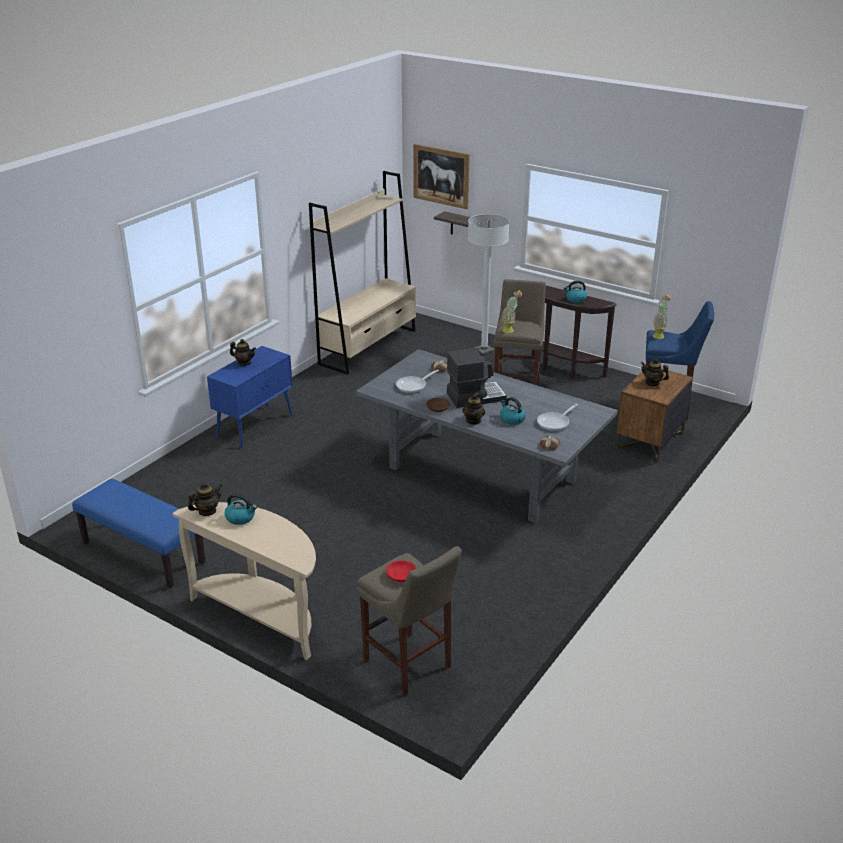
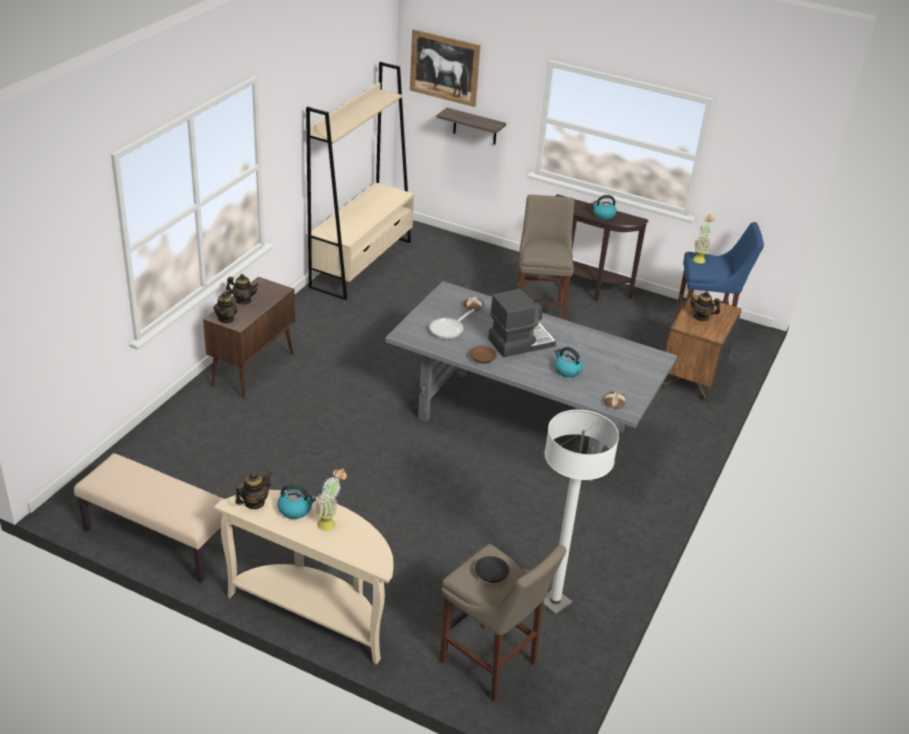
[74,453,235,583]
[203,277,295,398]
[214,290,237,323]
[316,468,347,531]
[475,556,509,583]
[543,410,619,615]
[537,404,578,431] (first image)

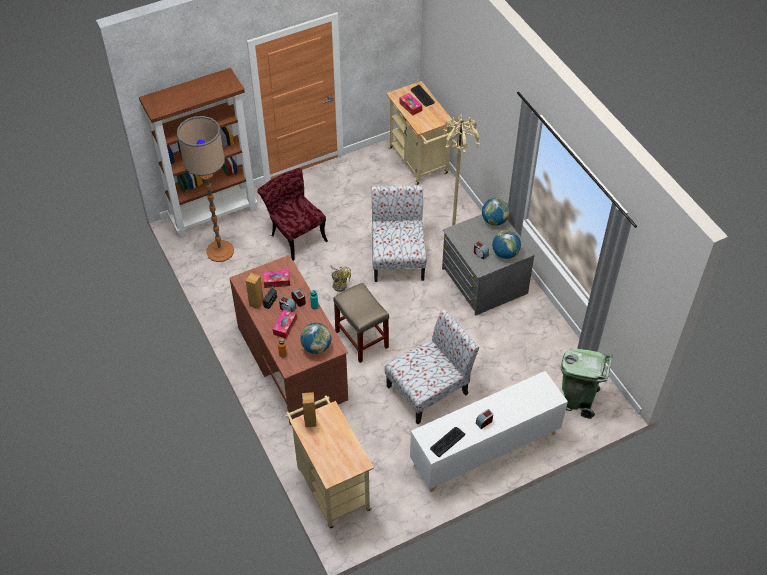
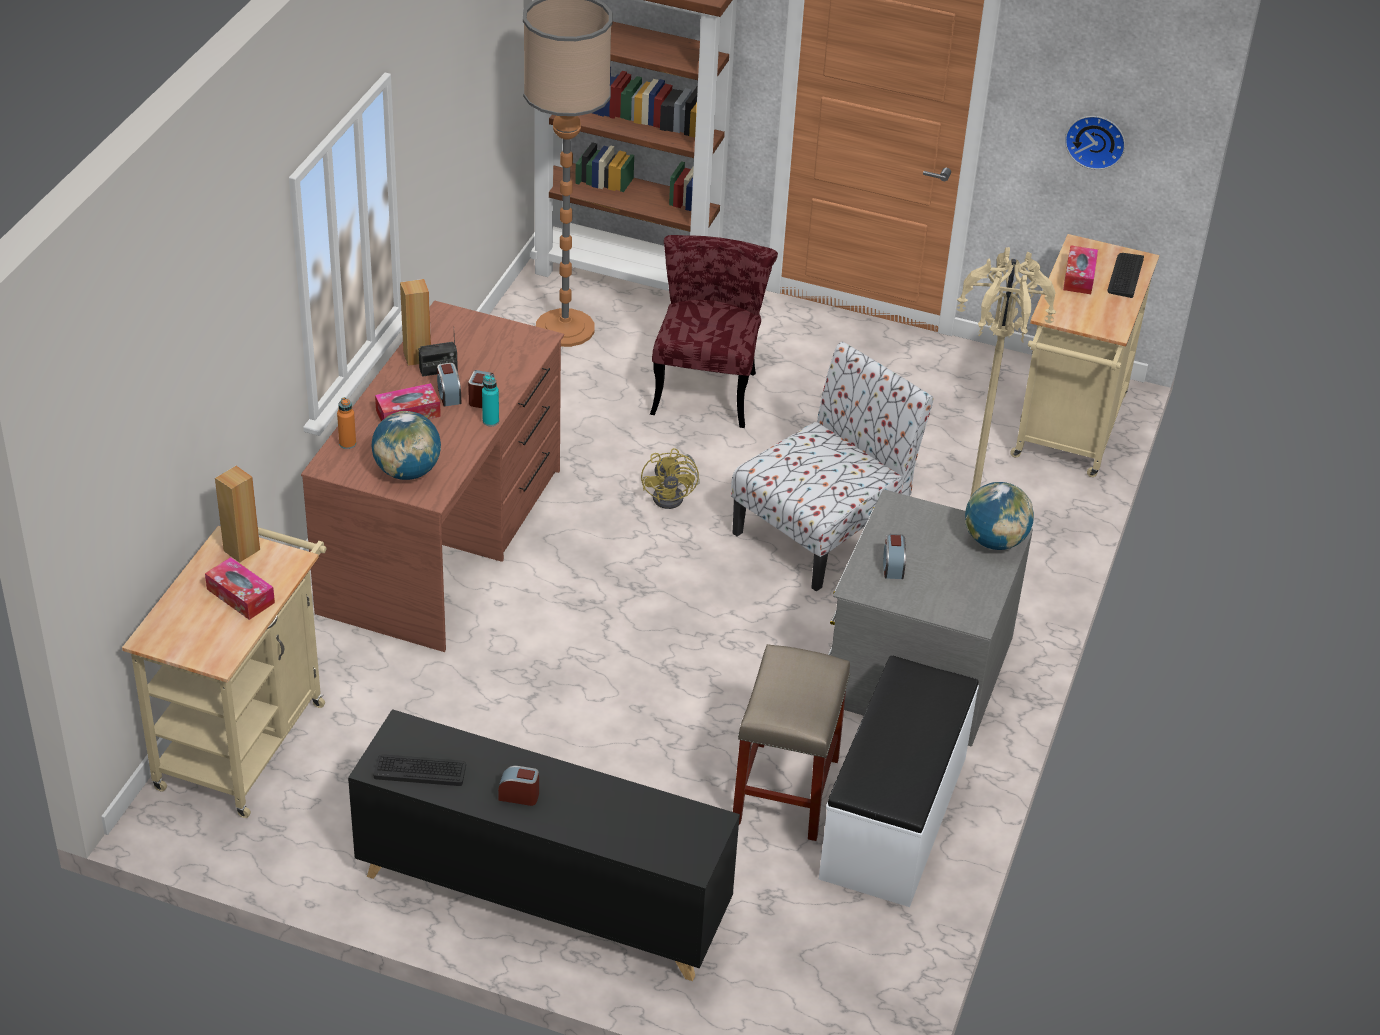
[205,557,275,620]
[348,709,740,981]
[733,644,850,841]
[819,655,979,907]
[1065,116,1125,170]
[385,309,479,425] (first image)
[492,230,521,259] (first image)
[561,348,612,419] (first image)

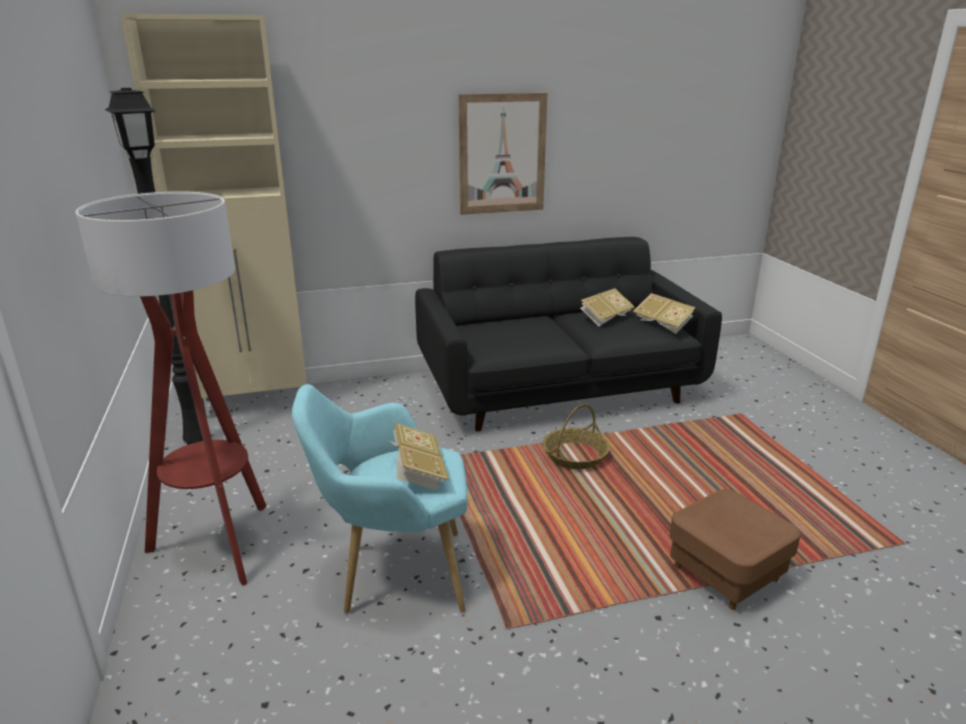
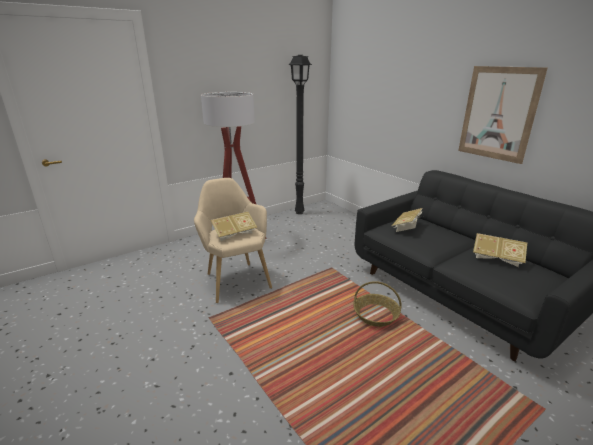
[194,178,272,303]
[392,208,422,232]
[121,14,307,418] (first image)
[670,489,801,610] (first image)

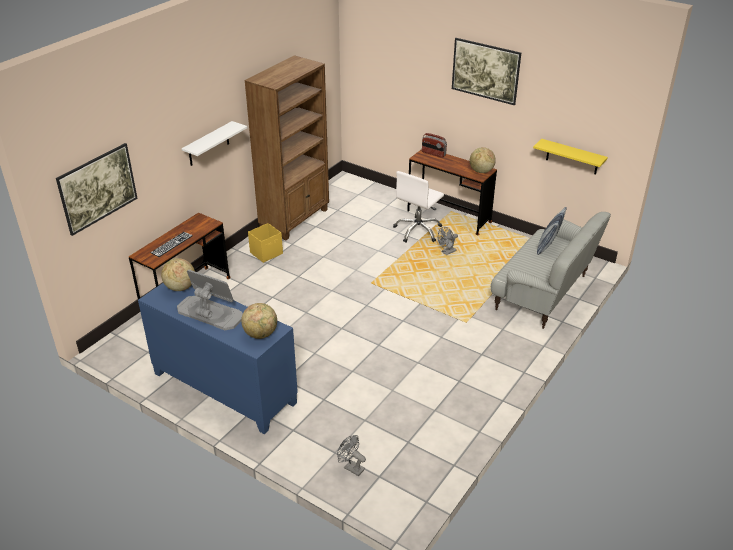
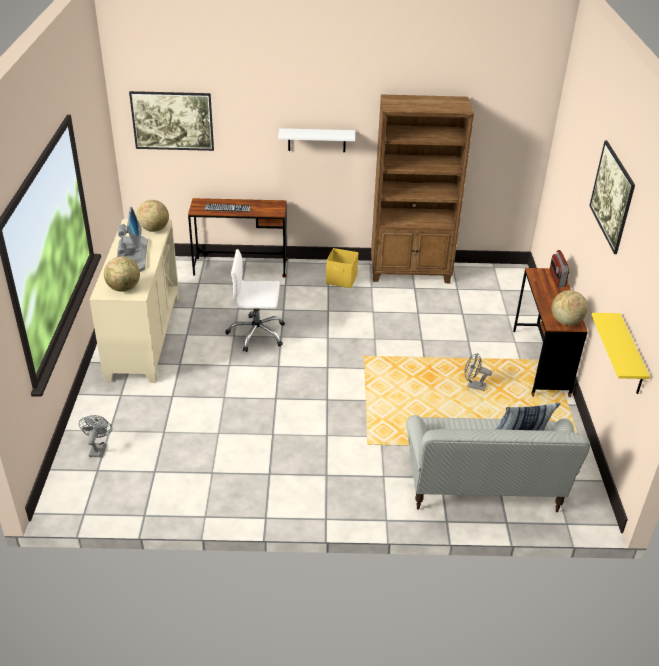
[89,219,178,383]
[225,249,285,352]

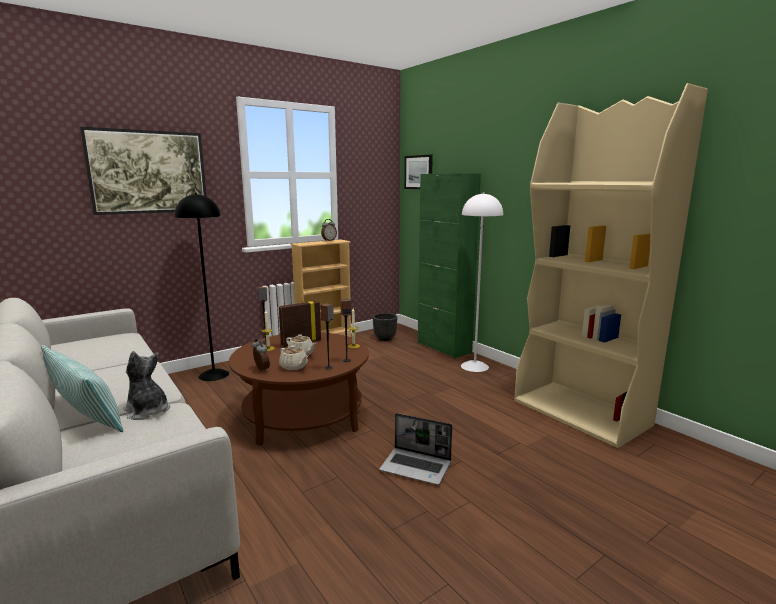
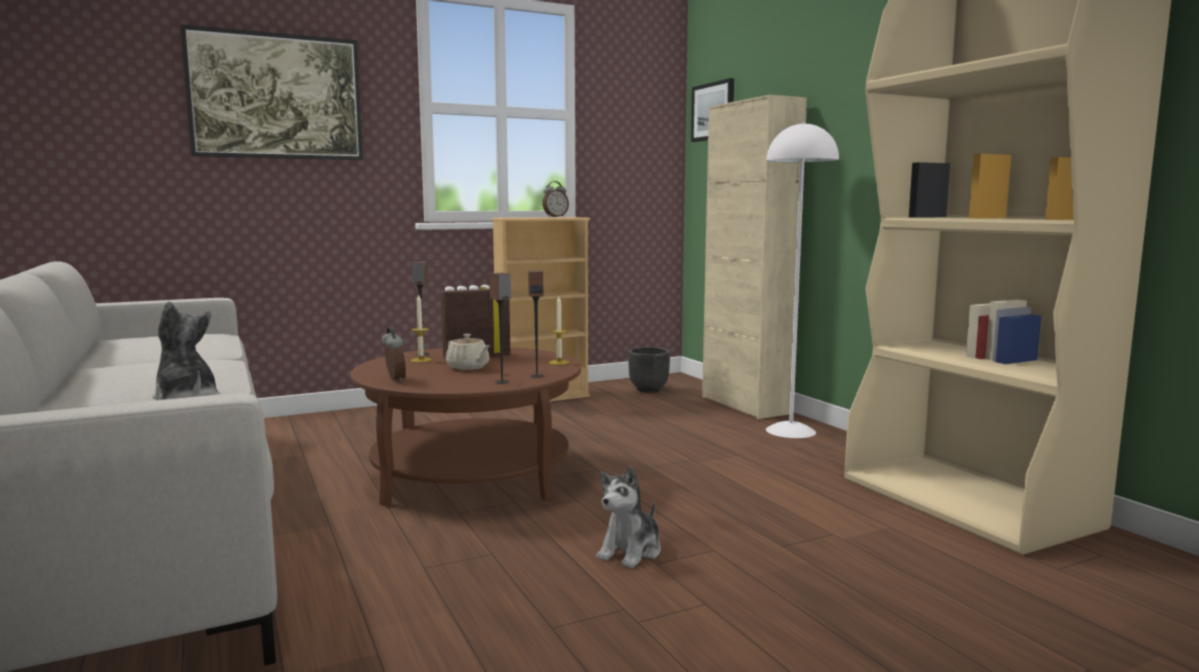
[596,466,661,568]
[702,95,807,419]
[41,345,123,432] (first image)
[175,193,229,381] (first image)
[279,346,308,370] (first image)

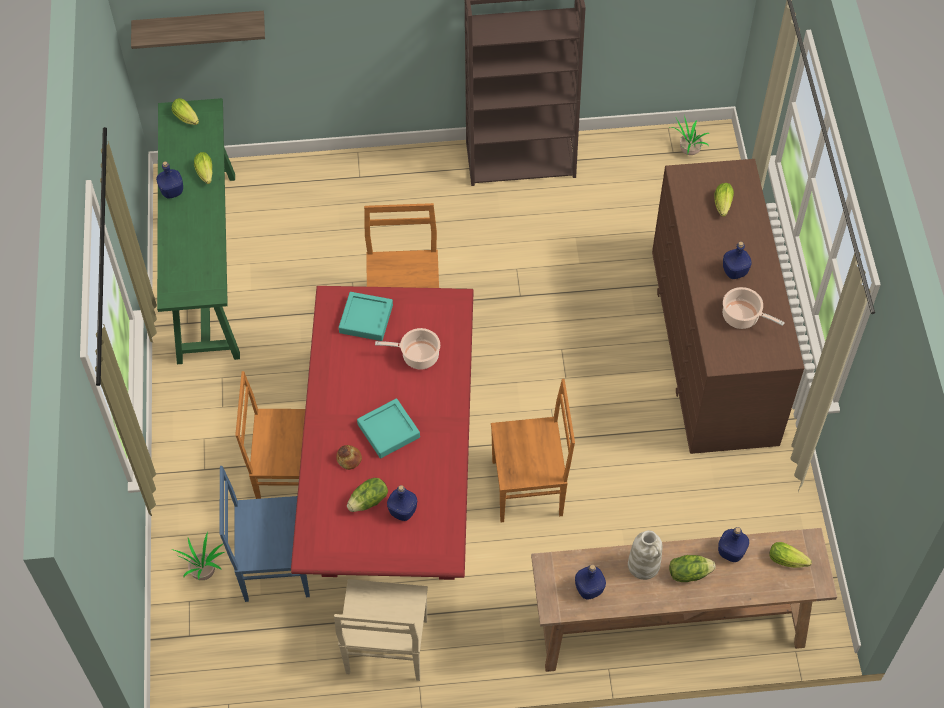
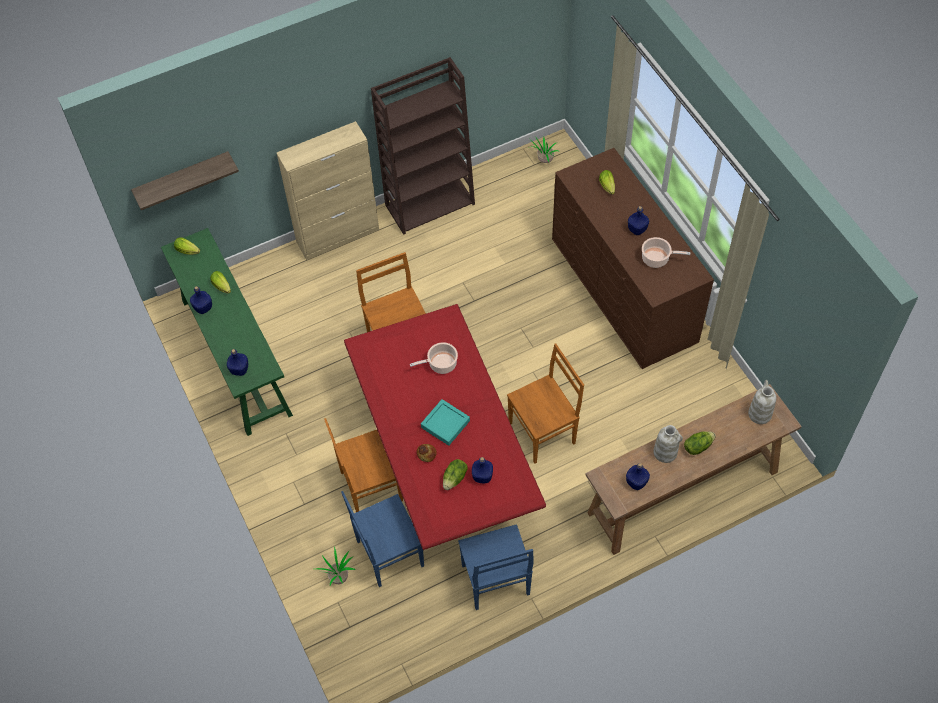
[227,349,248,376]
[277,121,379,260]
[458,524,534,610]
[748,380,776,424]
[339,292,393,341] (first image)

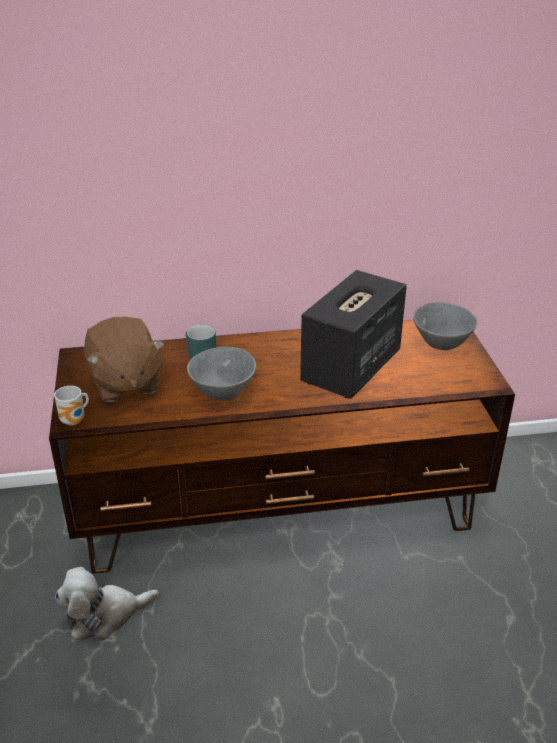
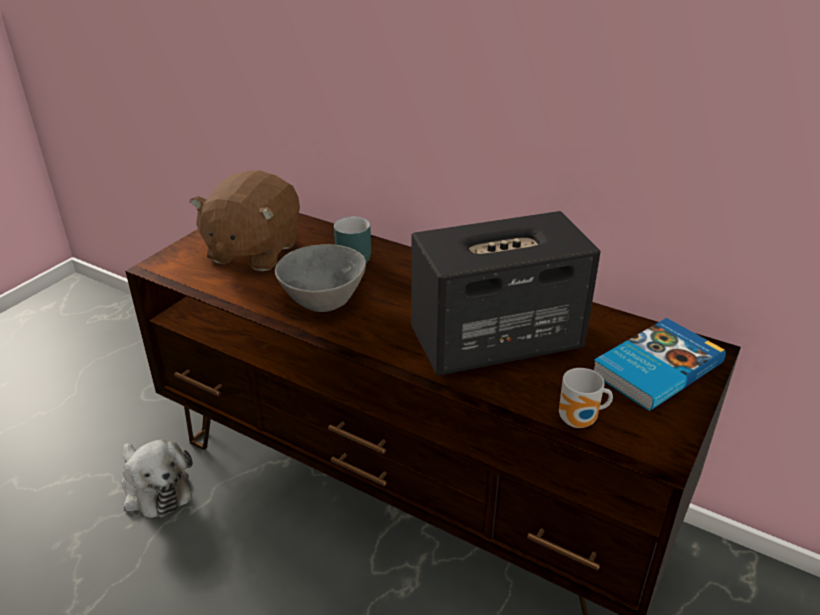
[122,439,193,518]
[559,368,613,428]
[593,318,726,411]

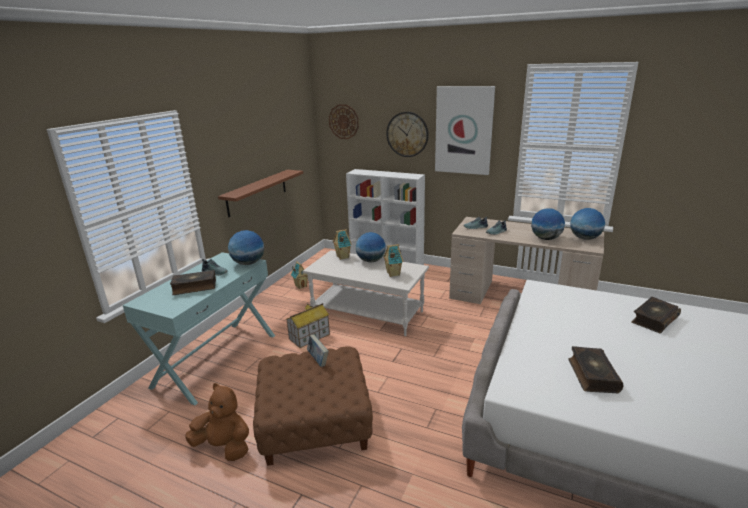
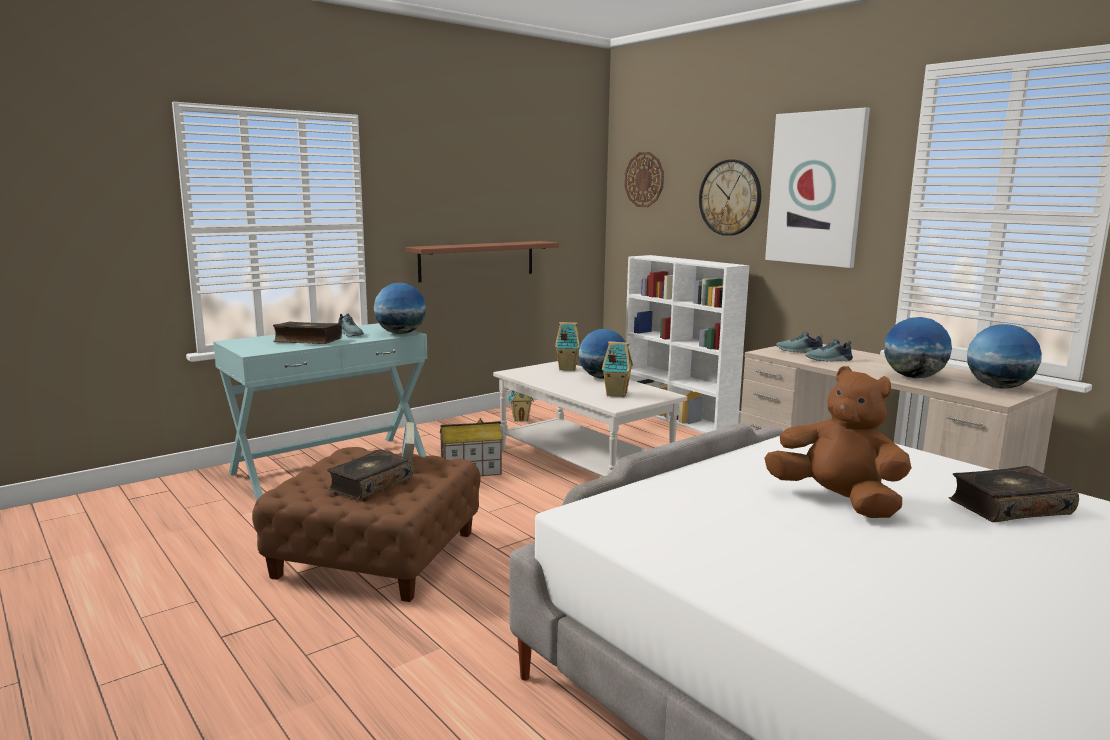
[327,449,414,500]
[764,366,911,518]

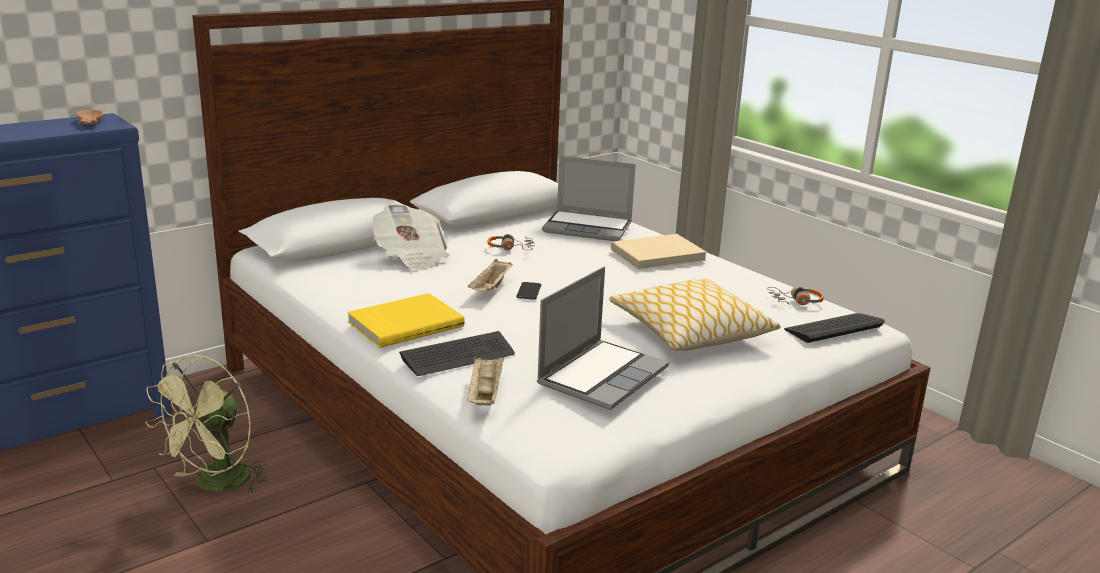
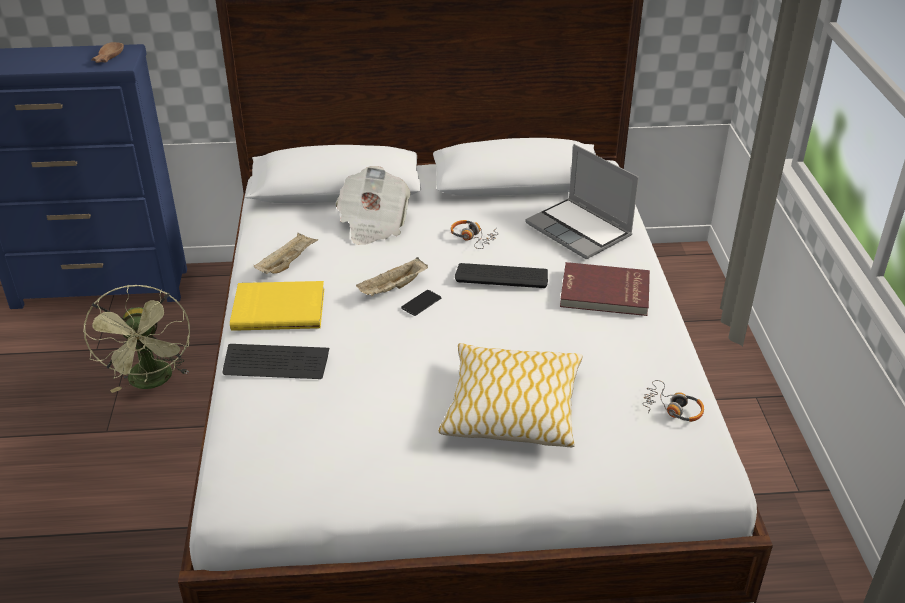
[83,285,190,393]
[254,233,318,274]
[455,263,548,288]
[560,262,650,316]
[537,267,669,410] (first image)

